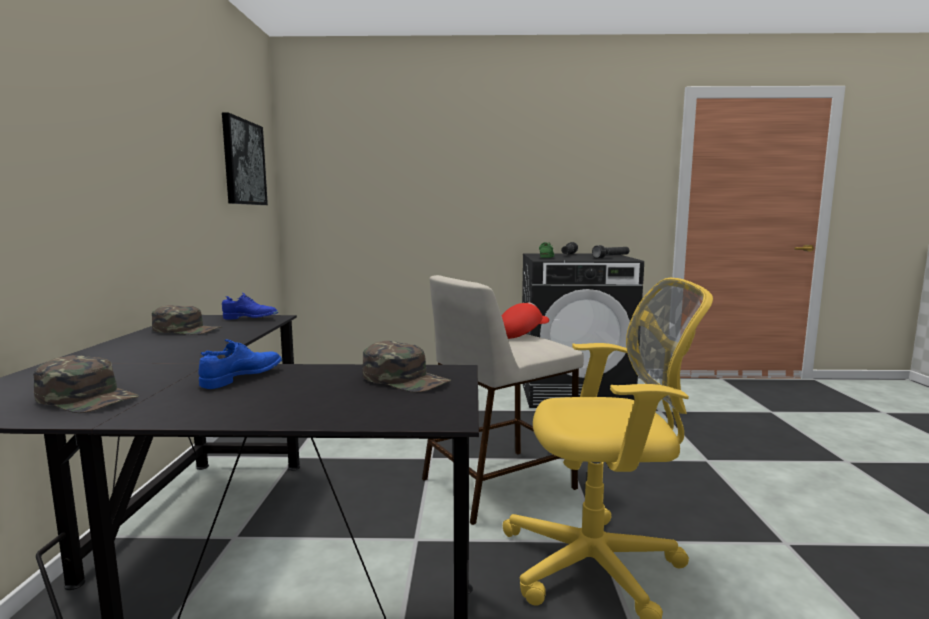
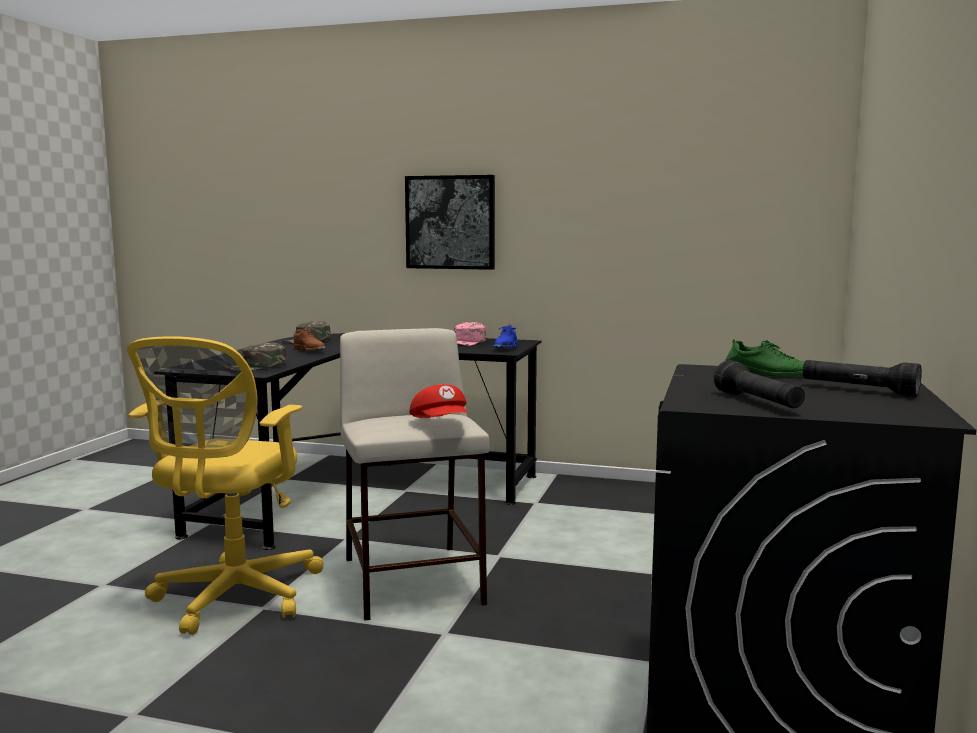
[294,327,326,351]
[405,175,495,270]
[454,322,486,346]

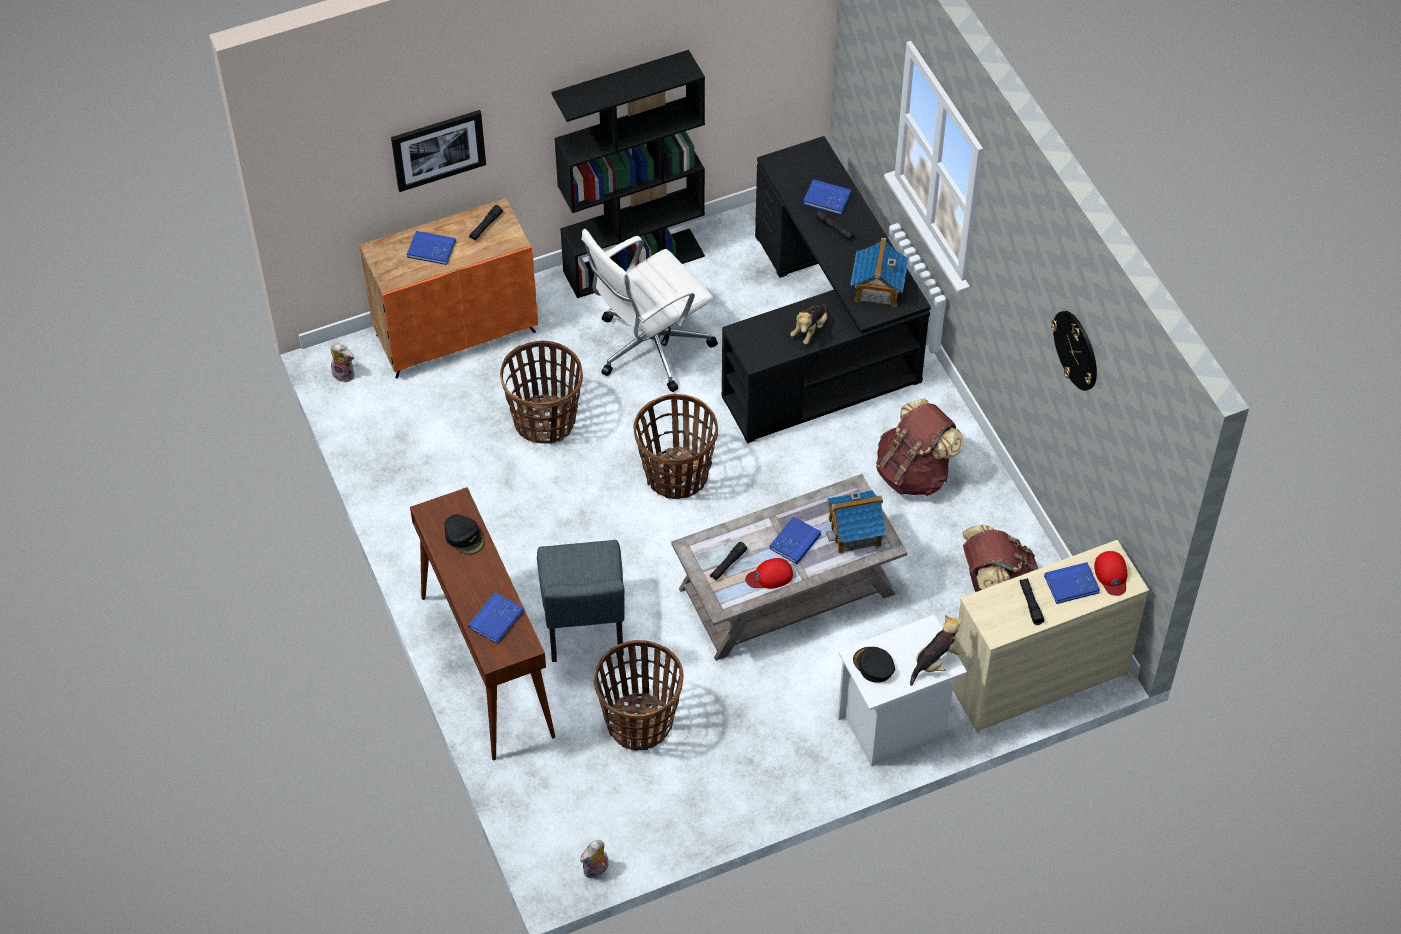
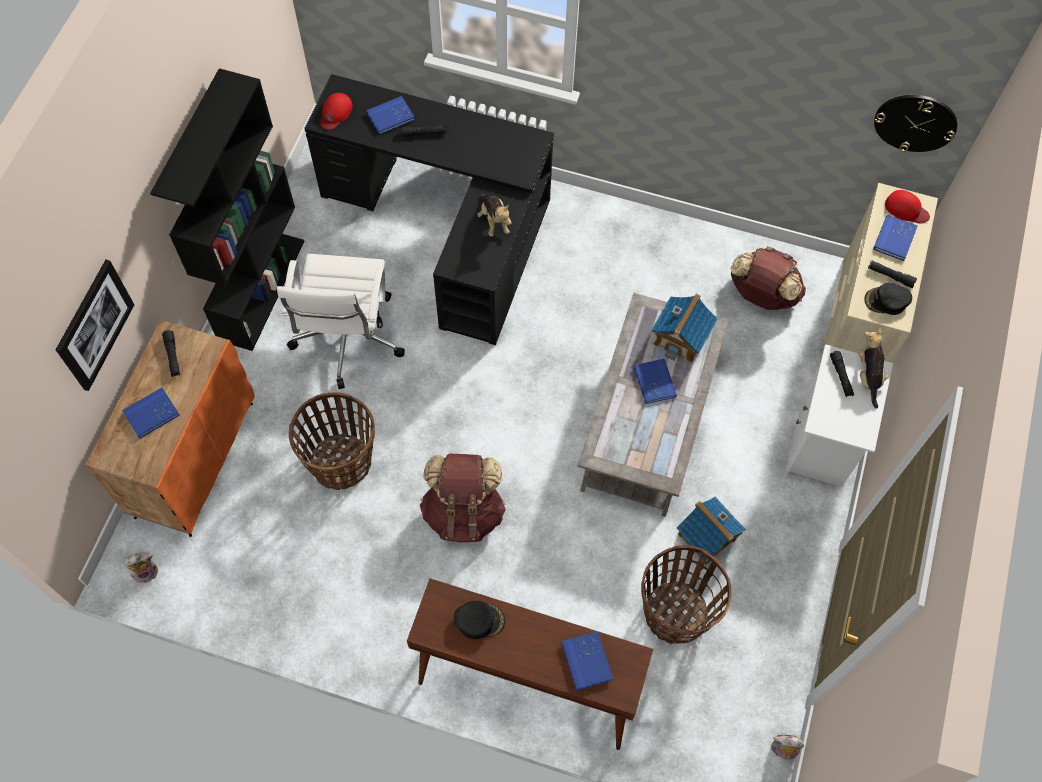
[320,93,352,129]
[420,454,506,542]
[677,497,746,565]
[771,735,804,759]
[830,351,854,397]
[864,283,912,315]
[874,95,957,152]
[537,540,625,662] (first image)
[634,394,718,499] (first image)

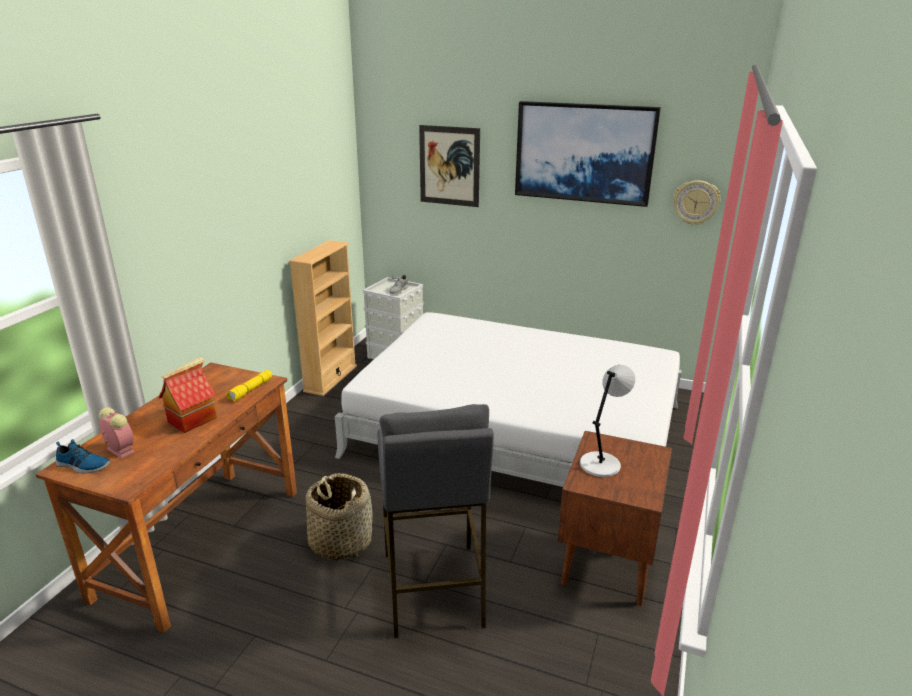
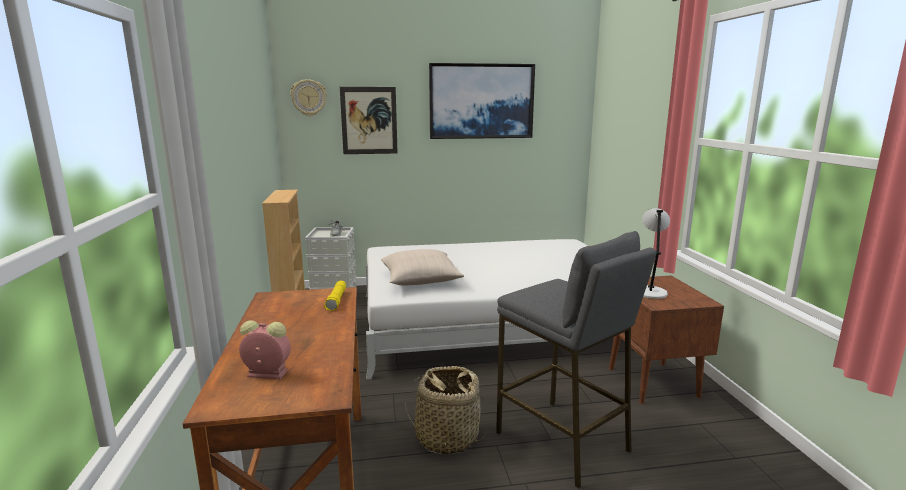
[290,79,327,116]
[381,249,464,286]
[56,439,110,473] (first image)
[158,357,217,433] (first image)

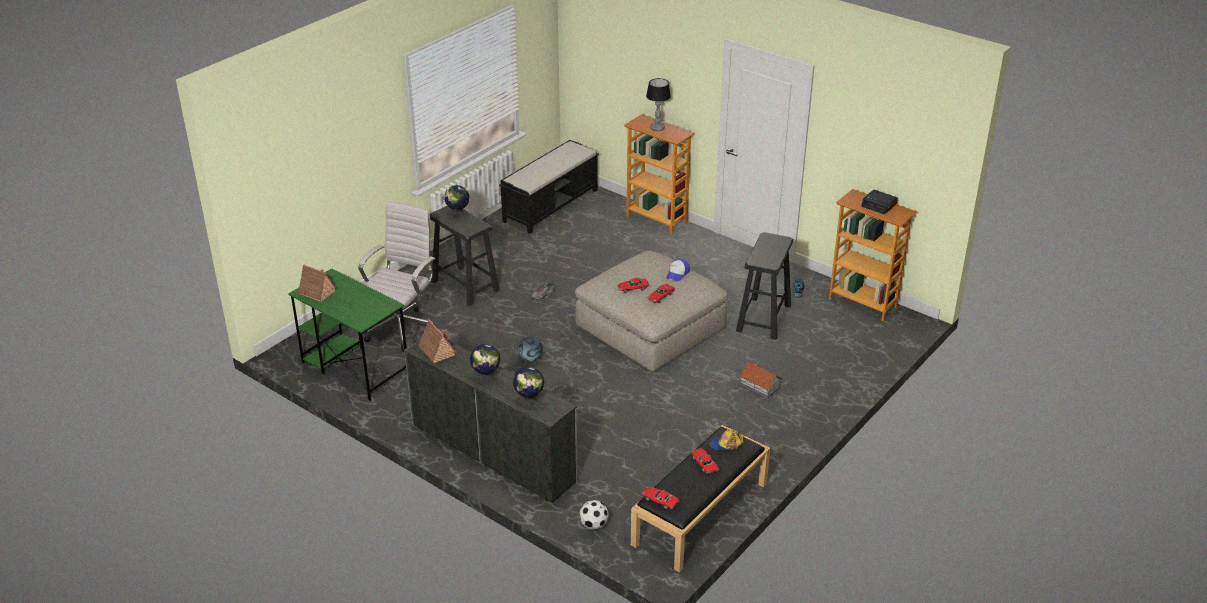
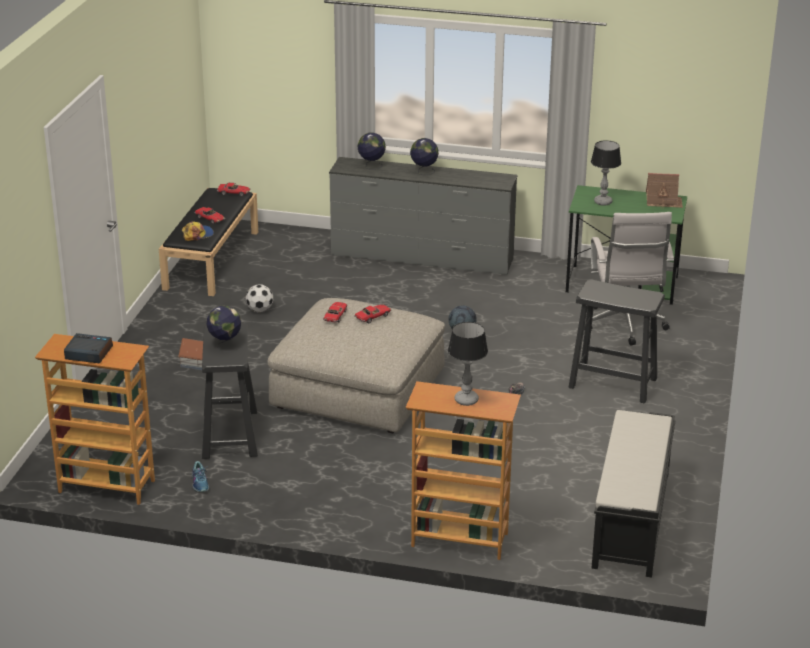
[207,306,241,352]
[246,284,274,312]
[591,140,621,206]
[418,319,456,363] (first image)
[666,259,690,281] (first image)

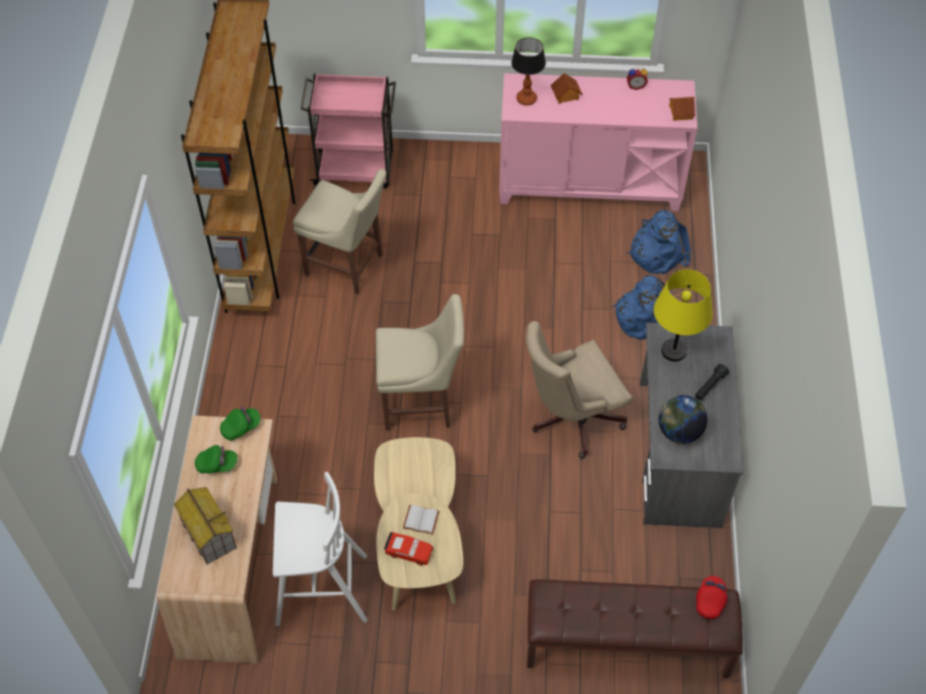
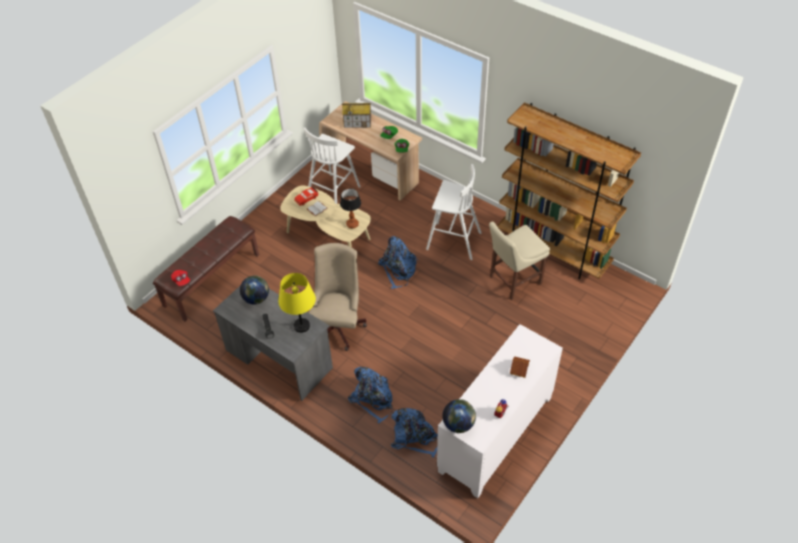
[340,188,361,229]
[378,236,419,289]
[426,164,481,260]
[437,324,563,498]
[442,399,476,433]
[301,74,396,189] (first image)

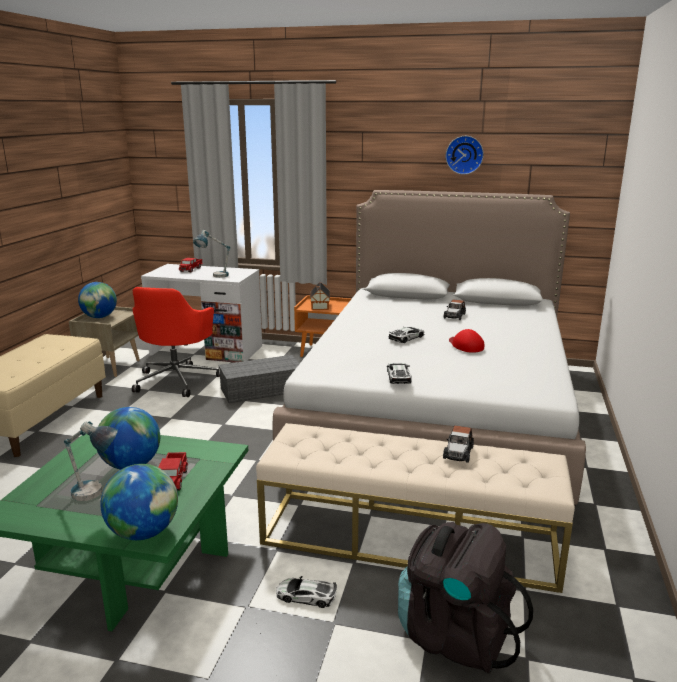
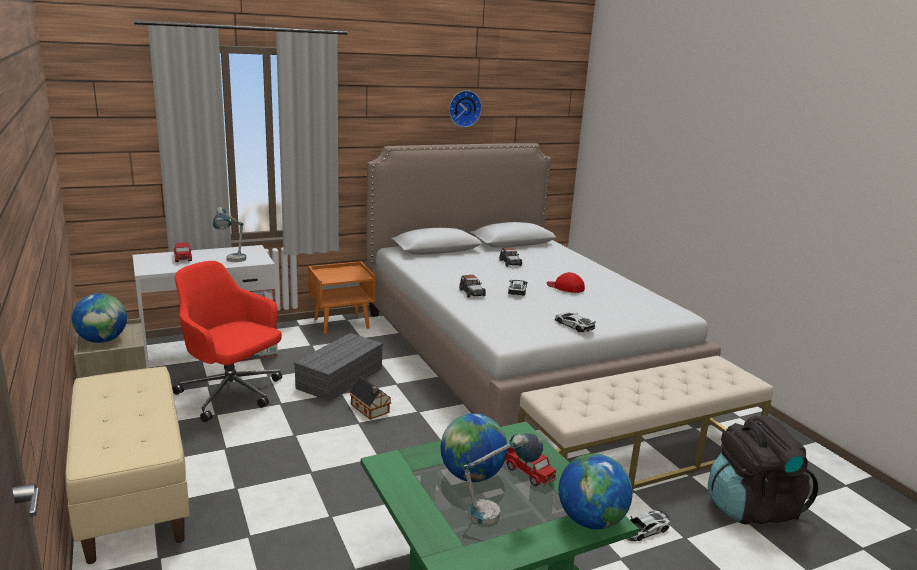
[172,261,282,422]
[349,377,392,420]
[459,275,486,298]

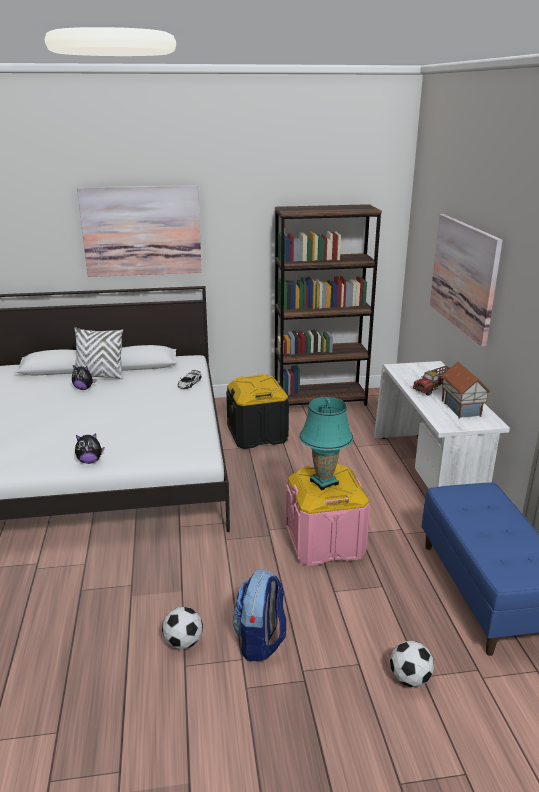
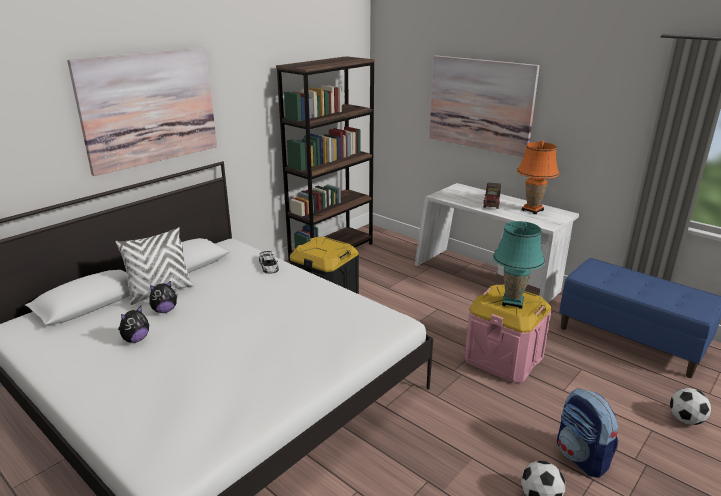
[118,306,149,343]
[517,140,559,214]

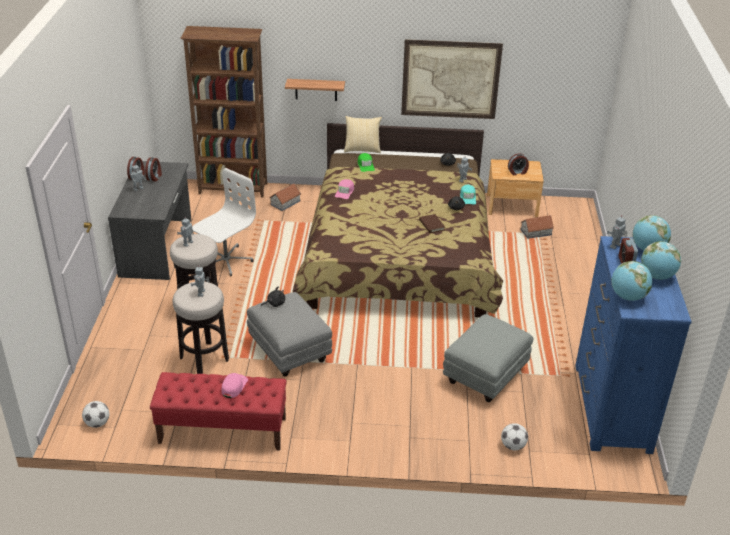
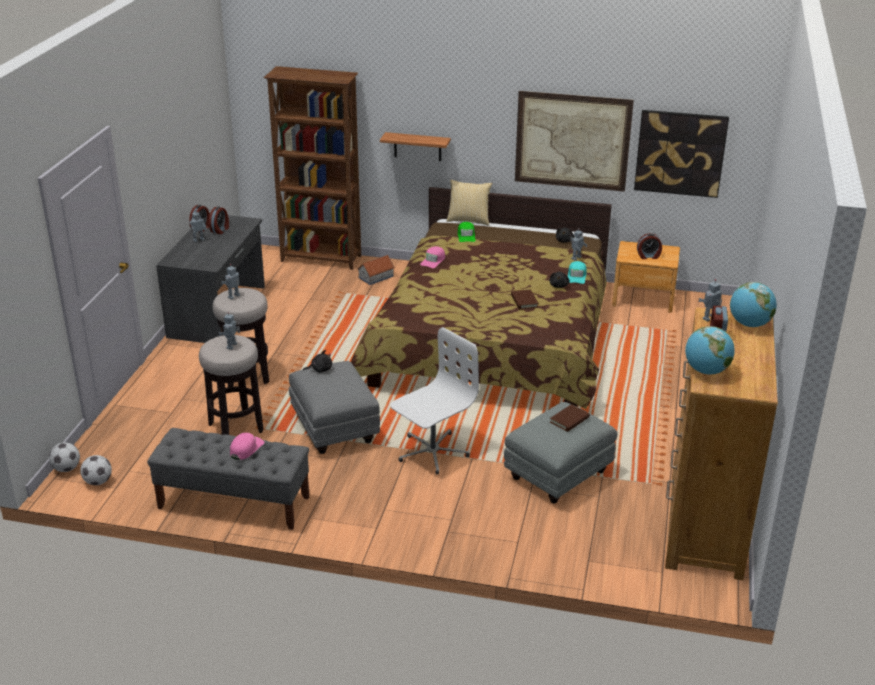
[49,442,80,472]
[147,428,309,530]
[390,327,479,475]
[550,404,590,432]
[634,110,729,198]
[665,307,778,580]
[520,215,554,239] (first image)
[641,241,681,280] (first image)

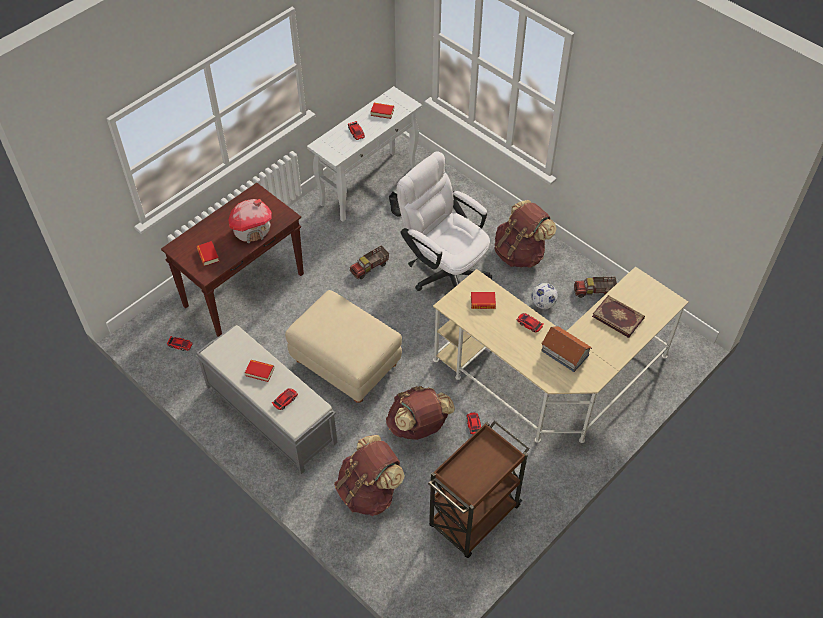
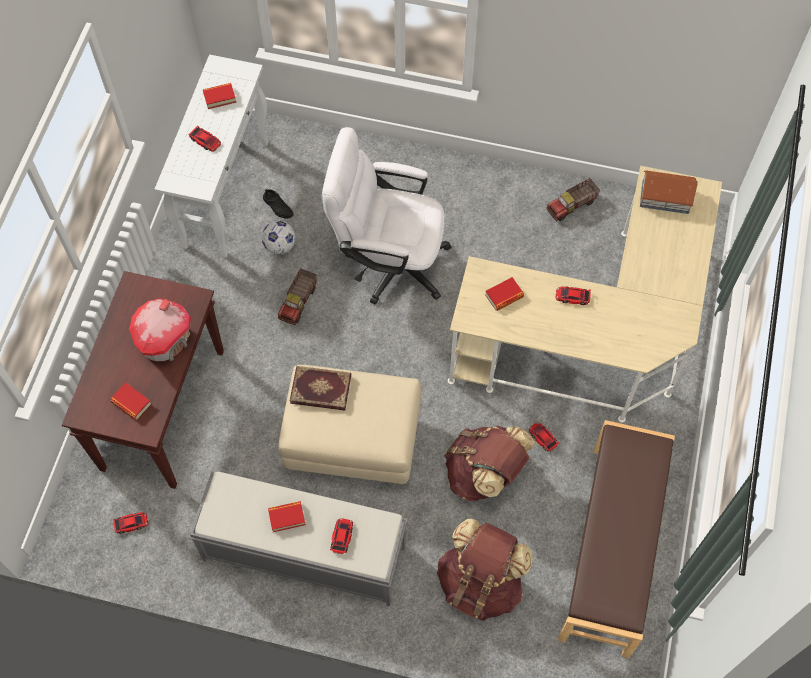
[262,221,295,254]
[290,366,351,411]
[558,420,675,658]
[640,170,698,214]
[494,200,557,268] (first image)

